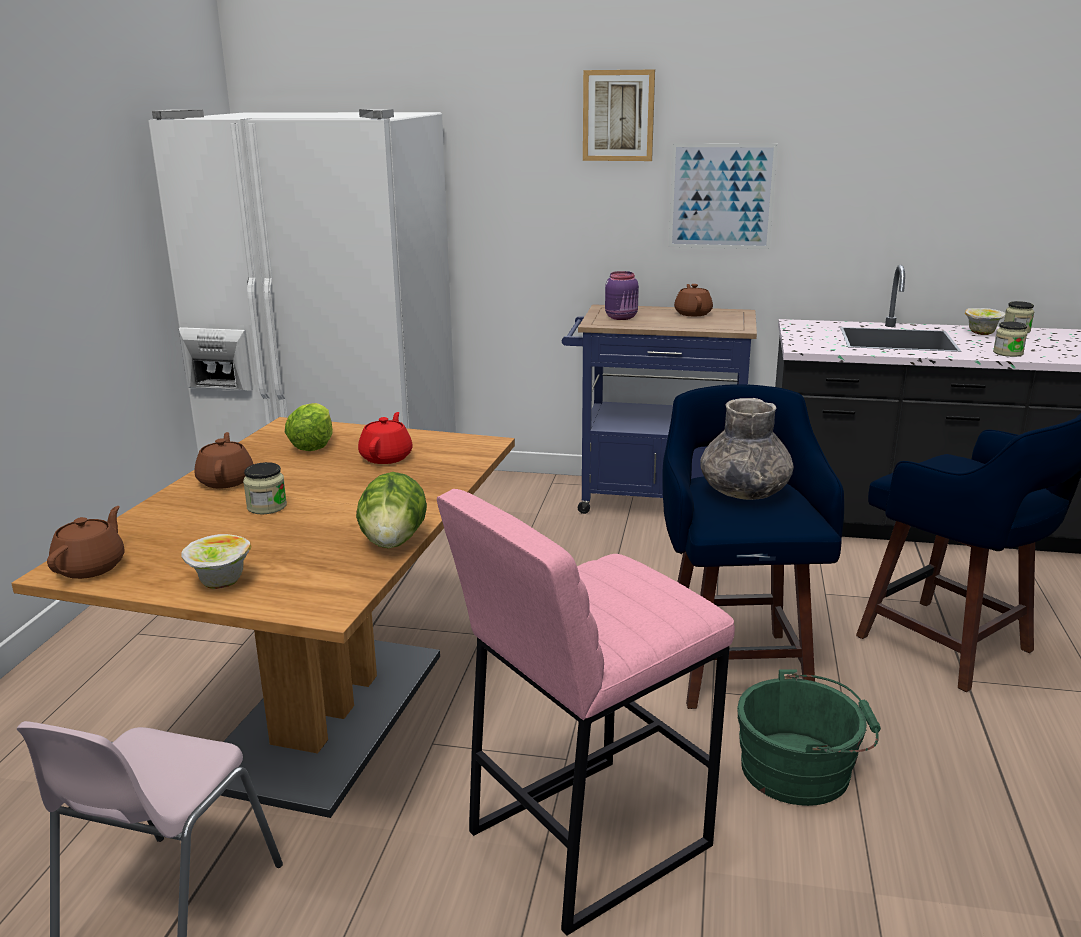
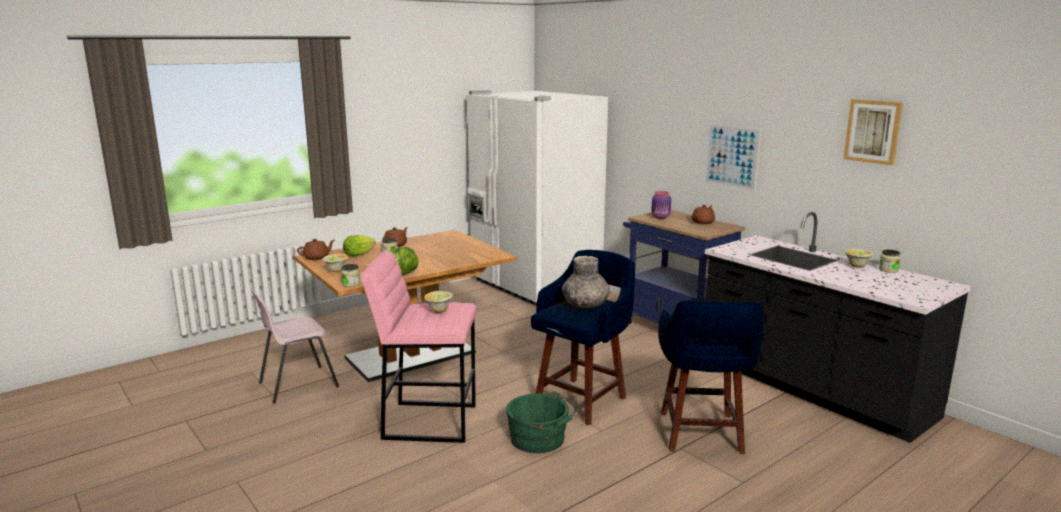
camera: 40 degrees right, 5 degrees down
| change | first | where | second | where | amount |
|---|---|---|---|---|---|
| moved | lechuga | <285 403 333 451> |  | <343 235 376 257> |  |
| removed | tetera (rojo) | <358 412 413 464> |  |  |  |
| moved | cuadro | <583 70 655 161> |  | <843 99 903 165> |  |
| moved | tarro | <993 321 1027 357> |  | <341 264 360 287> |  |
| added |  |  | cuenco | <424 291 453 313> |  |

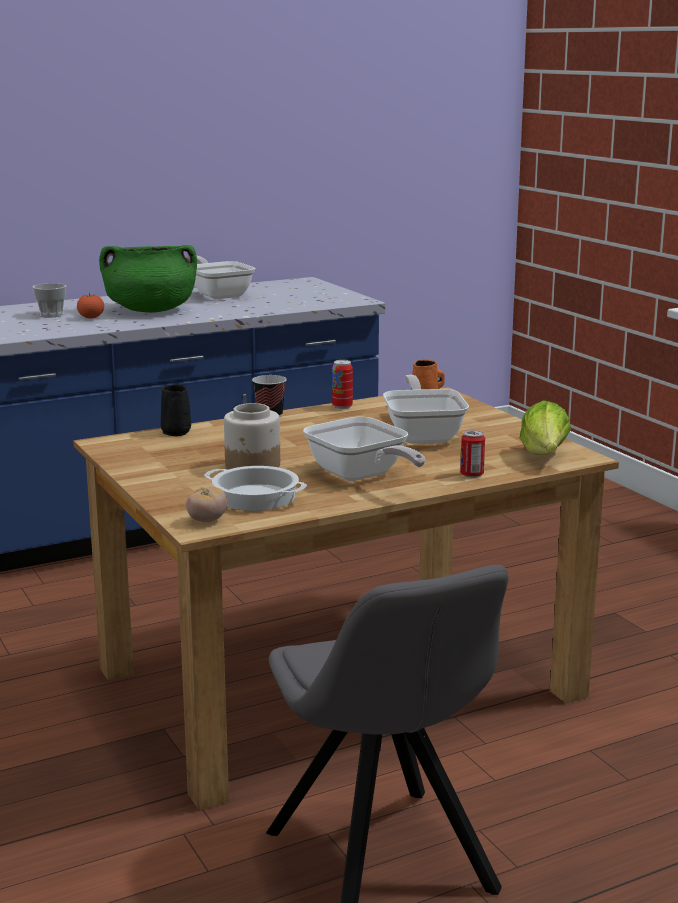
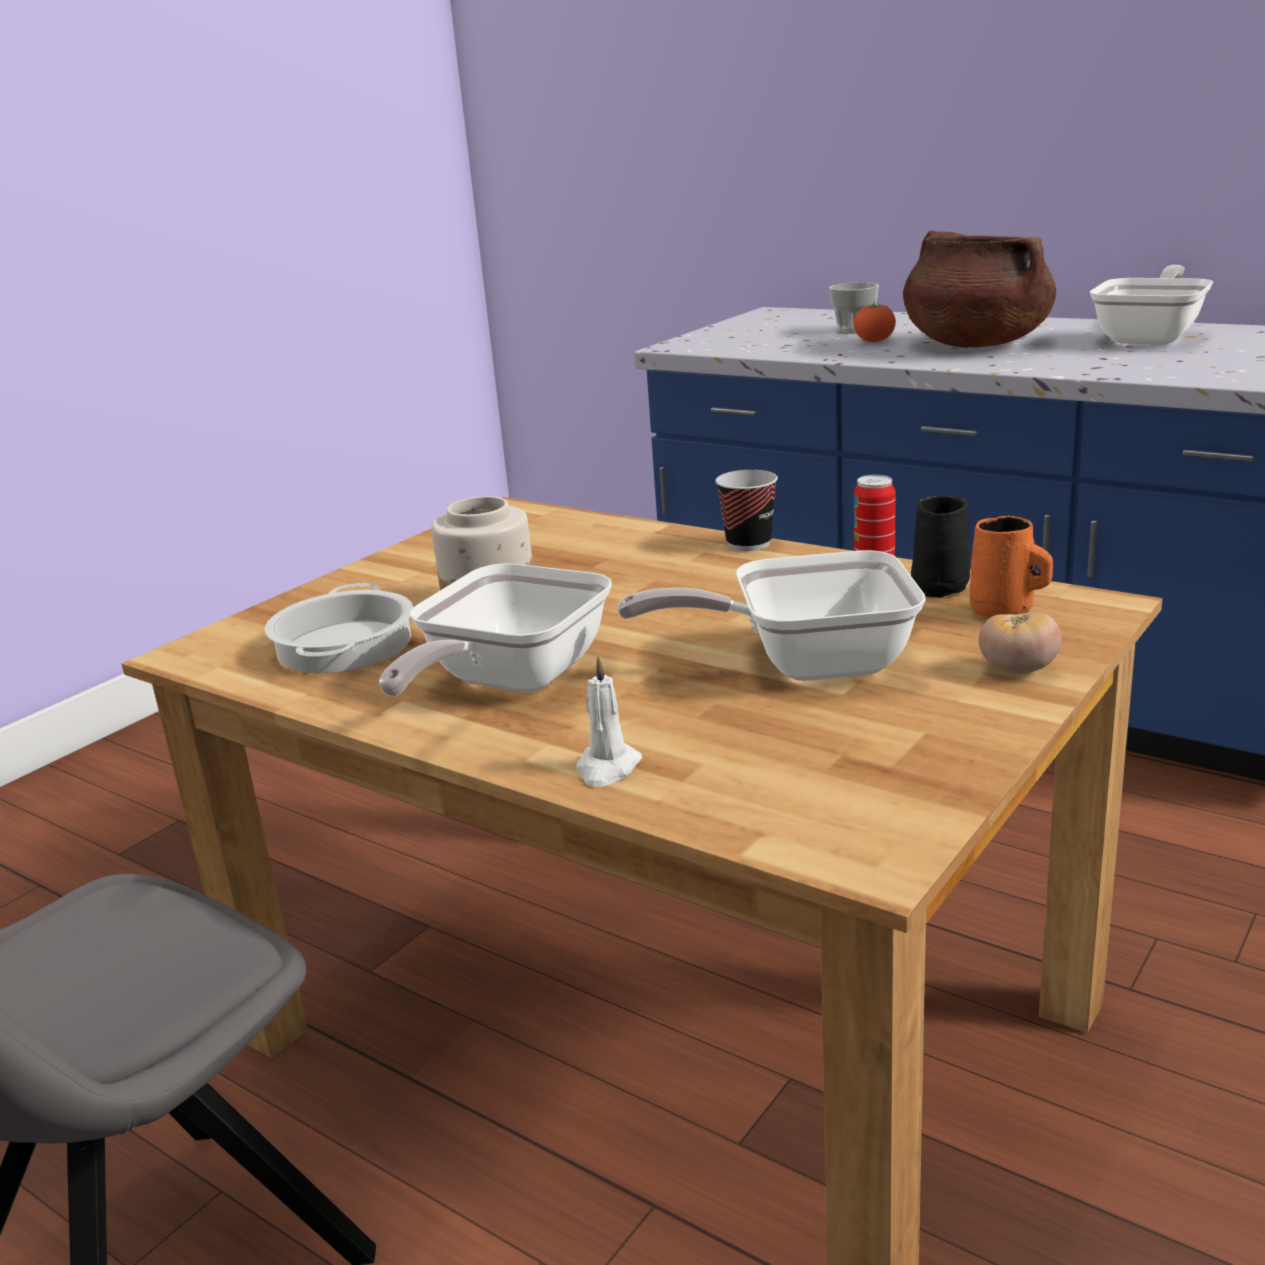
camera: 65 degrees right, 5 degrees up
| change | first | where | second | where | amount |
|---|---|---|---|---|---|
| recoloured | olla (verde) | <99 245 197 313> | olla (marrón) | <903 230 1056 348> |  |
| moved | taza grande (negro) | <161 384 191 436> |  | <911 496 970 598> |  |
| moved | tomate | <186 487 227 522> |  | <978 612 1061 674> |  |
| turned | sartén | <383 375 469 444> |  | <618 550 926 681> | 150 degrees counterclockwise |
| replaced | lata | <460 430 485 478> | vela (blanco) | <576 655 642 787> |  |
| removed | lechuga | <519 400 571 455> |  |  |  |

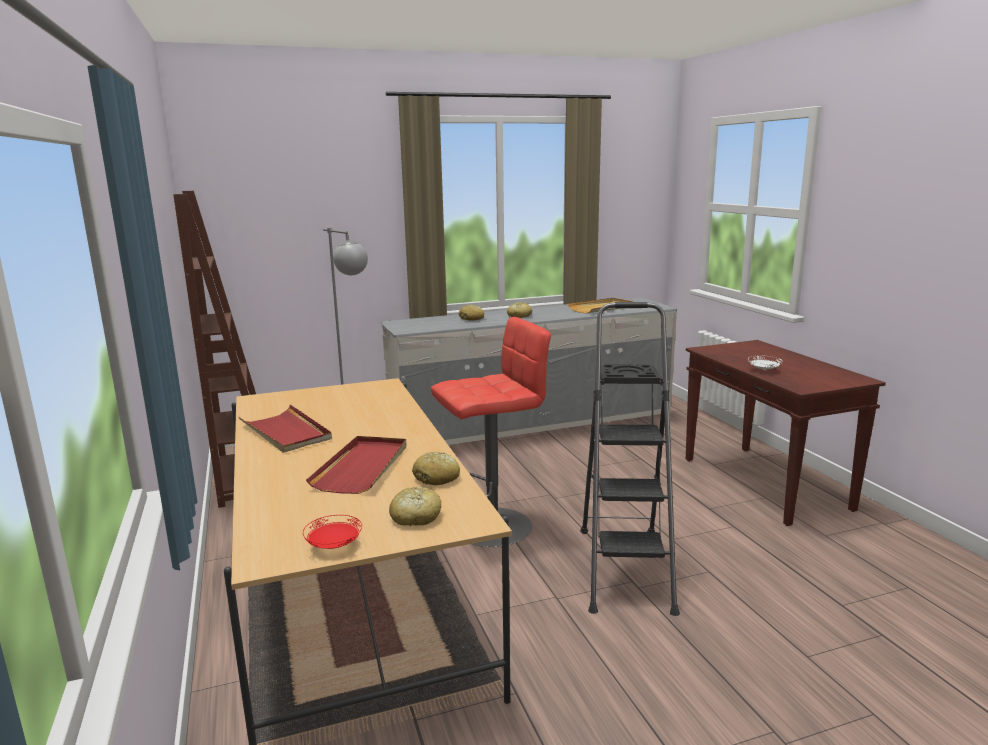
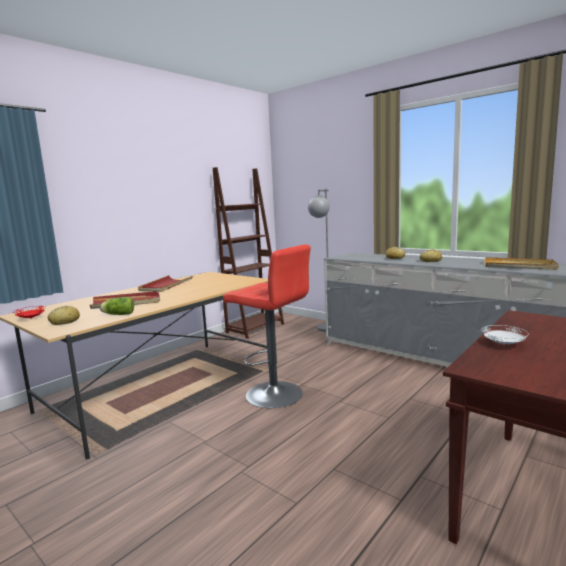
camera: 60 degrees right, 5 degrees down
| change | first | where | second | where | amount |
|---|---|---|---|---|---|
| replaced | pan | <412 452 460 485> | lechuga | <100 297 134 315> |  |
| removed | escalera de tijera | <580 302 680 616> |  |  |  |

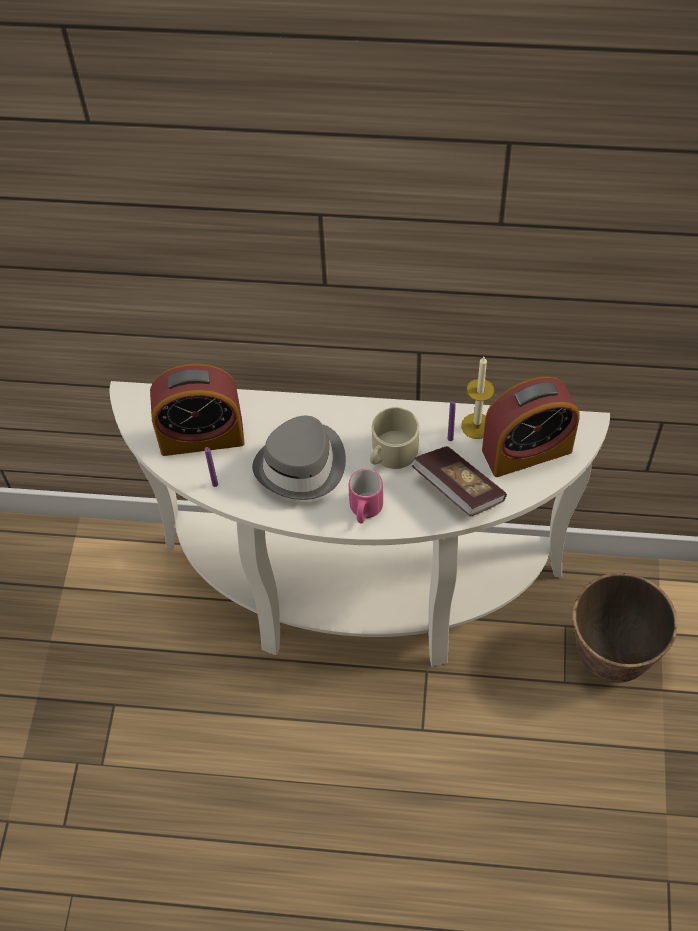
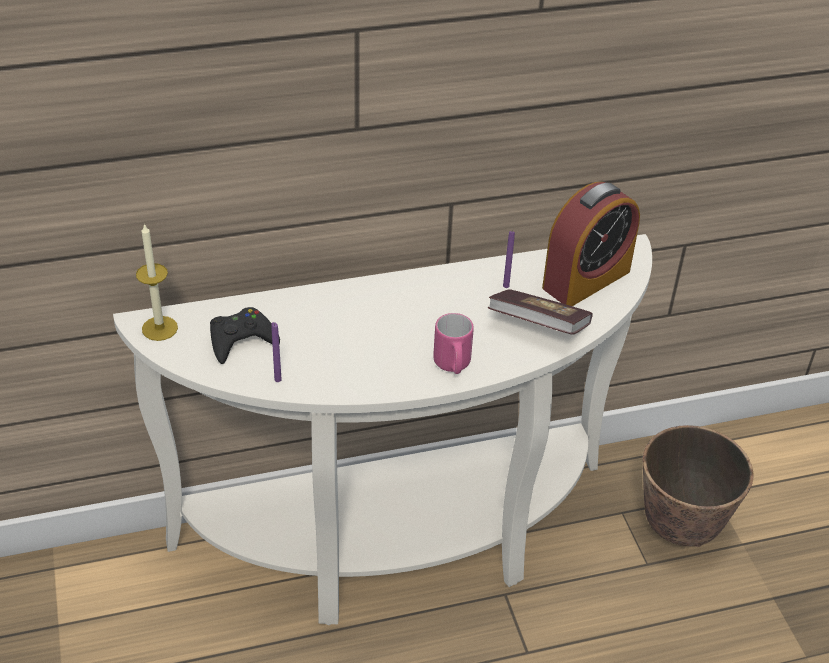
camera: 25 degrees left, 15 degrees down
| change | first | where | second | where | amount |
|---|---|---|---|---|---|
| replaced | despertador | <150 364 244 456> | mando de consola (negro) | <210 307 280 364> |  |
| removed | sombrero (gris) | <252 416 346 500> |  |  |  |
| removed | taza grande (beis) | <370 407 419 469> |  |  |  |
| moved | vela | <461 357 494 439> |  | <136 223 178 341> |  |

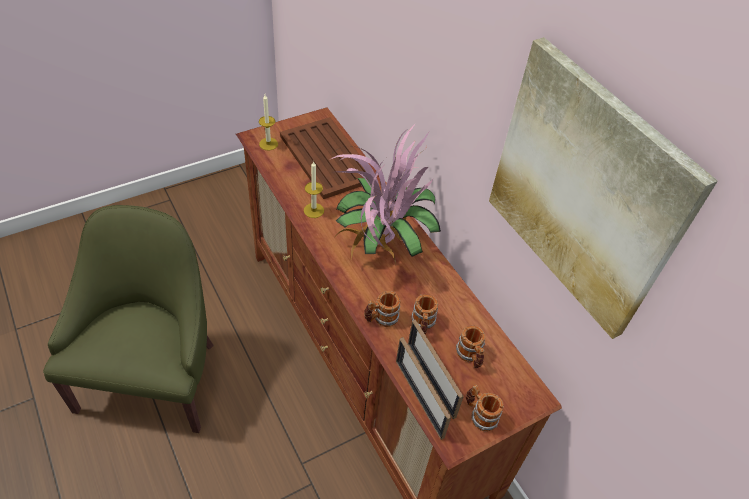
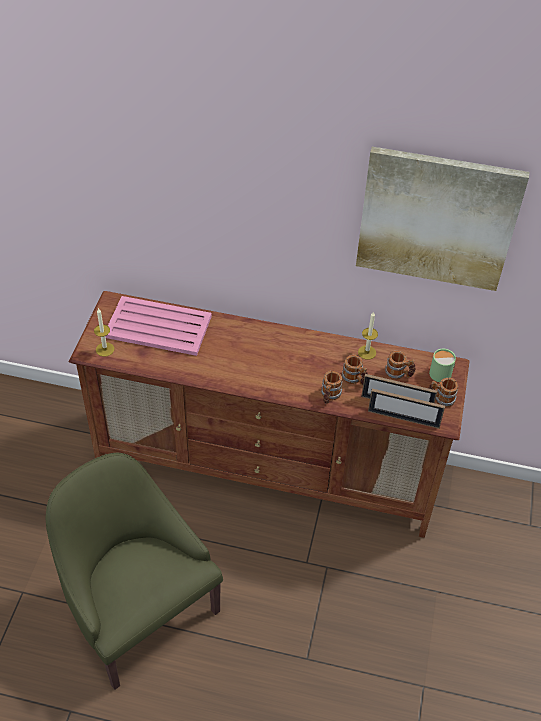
camera: 45 degrees left, 0 degrees up
| change | first | where | second | where | amount |
|---|---|---|---|---|---|
| recoloured | bandeja (marrón) | <280 117 366 199> | bandeja (rosa) | <105 296 212 356> |  |
| moved | vela | <304 161 324 218> |  | <358 311 378 360> |  |
| removed | planta en maceta | <329 122 441 265> |  |  |  |
| added |  |  | taza grande (verde) | <429 349 456 382> |  |

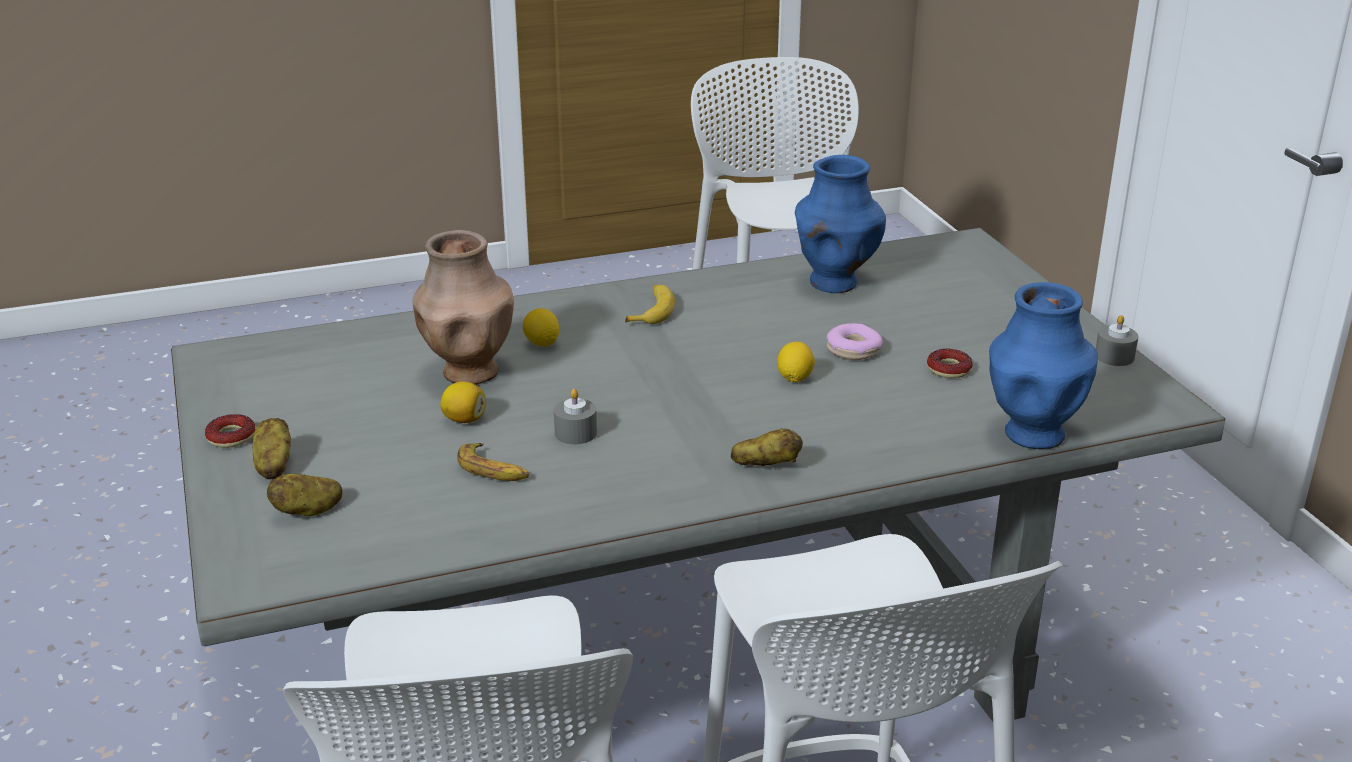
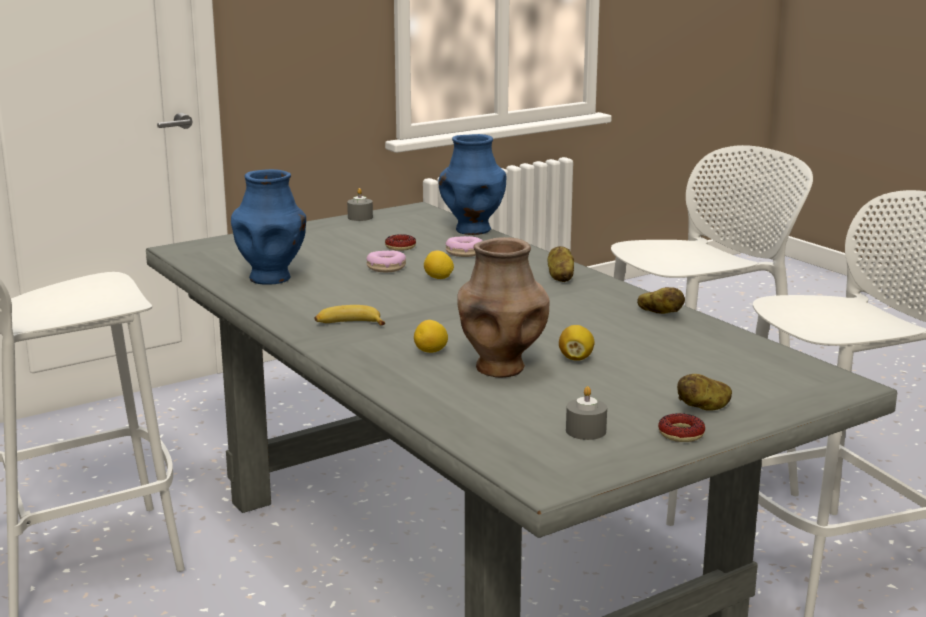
camera: 105 degrees left, 10 degrees down
| change | first | where | second | where | amount |
|---|---|---|---|---|---|
| moved | patata | <267 474 342 516> |  | <637 287 685 314> |  |
| removed | plátano | <457 443 529 481> |  |  |  |
| moved | vela (gris) | <554 389 597 444> |  | <566 386 607 440> |  |
| added |  |  | rosquilla | <446 236 482 257> |  |

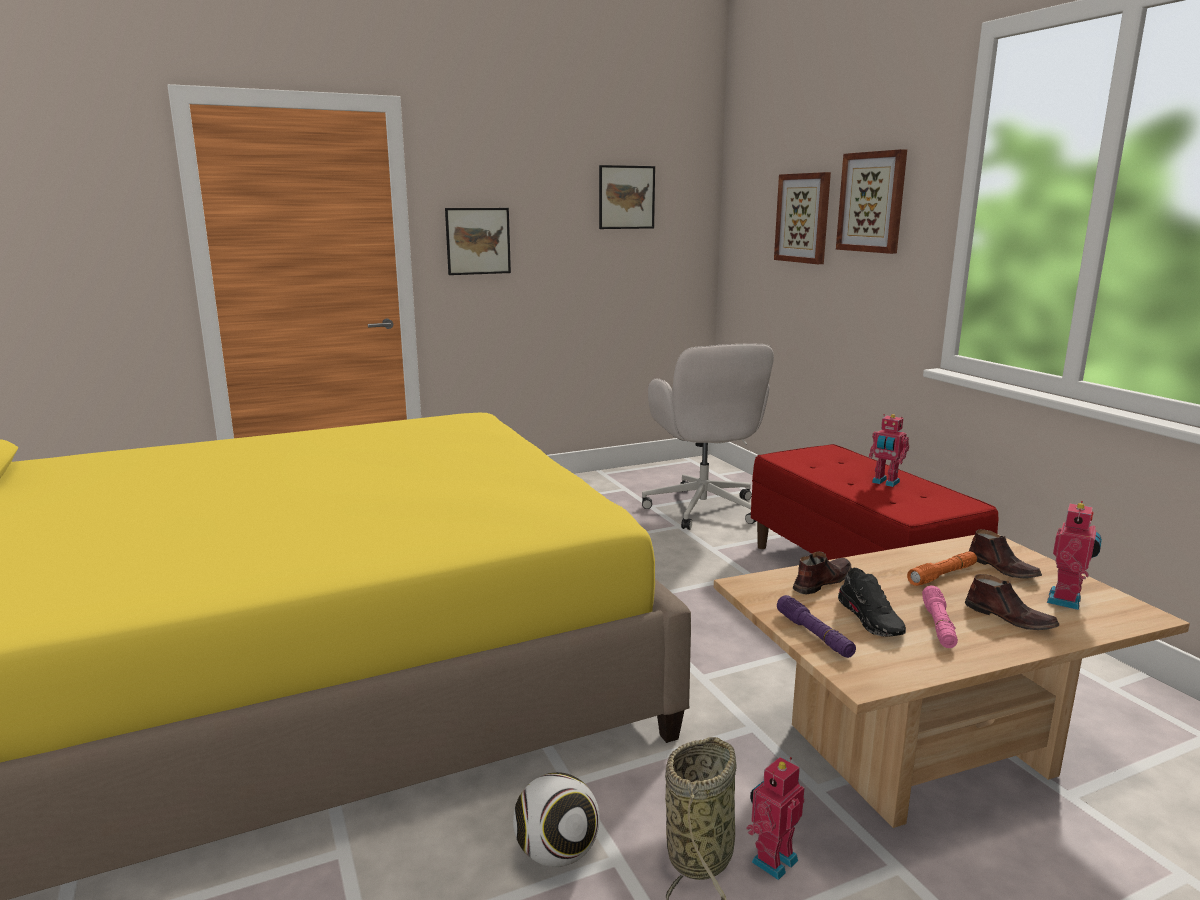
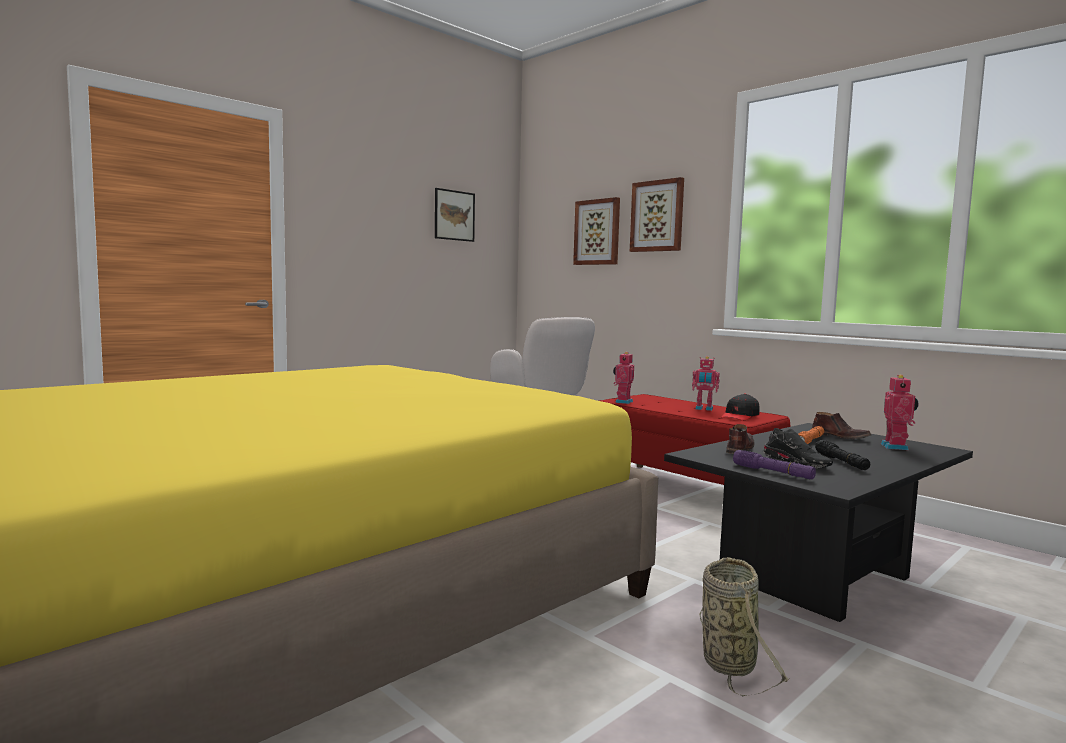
camera: 20 degrees left, 10 degrees down
| change | first | where | second | where | amount |
|---|---|---|---|---|---|
| removed | cuadro | <445 208 511 275> |  |  |  |
| removed | balón de fútbol | <513 772 600 867> |  |  |  |
| recoloured | mesa de centro (beis) | <714 535 1190 828> | mesa de centro (negro) | <664 423 973 622> |  |
| moved | robot de juguete | <746 757 804 880> |  | <613 352 634 404> |  |
| recoloured | linterna (rosa) | <922 585 958 648> | linterna (negro) | <815 440 870 470> |  |
| removed | zapato (marrón) | <965 574 1059 630> |  |  |  |
| added |  |  | gorra (negro) | <721 393 760 421> |  |

